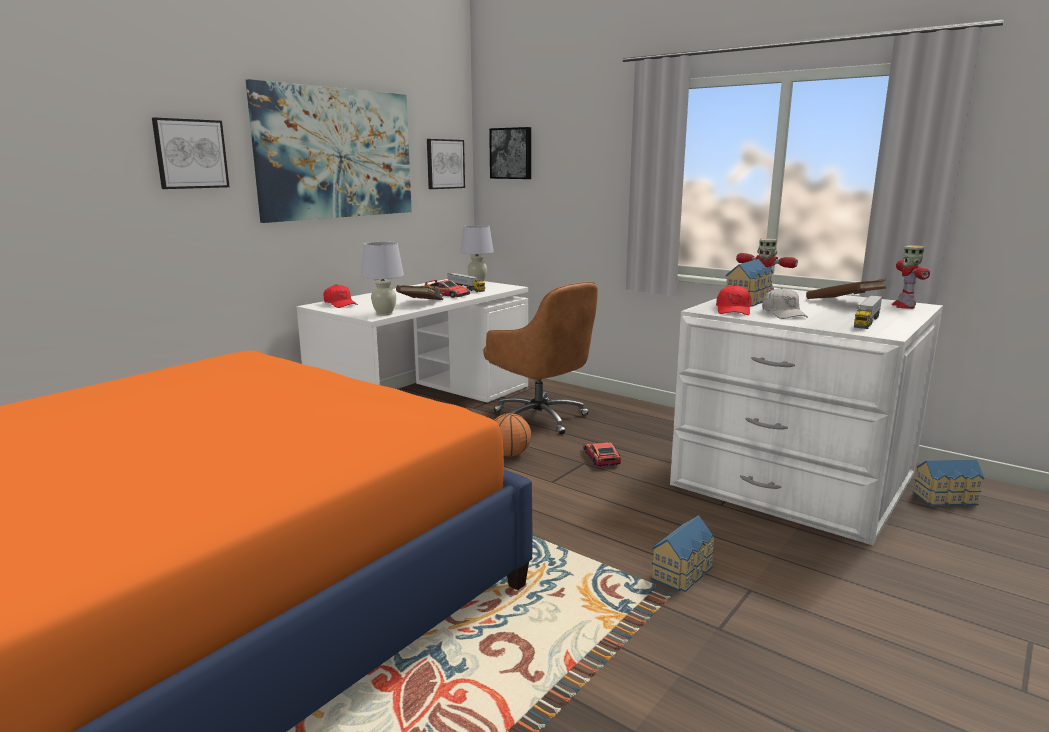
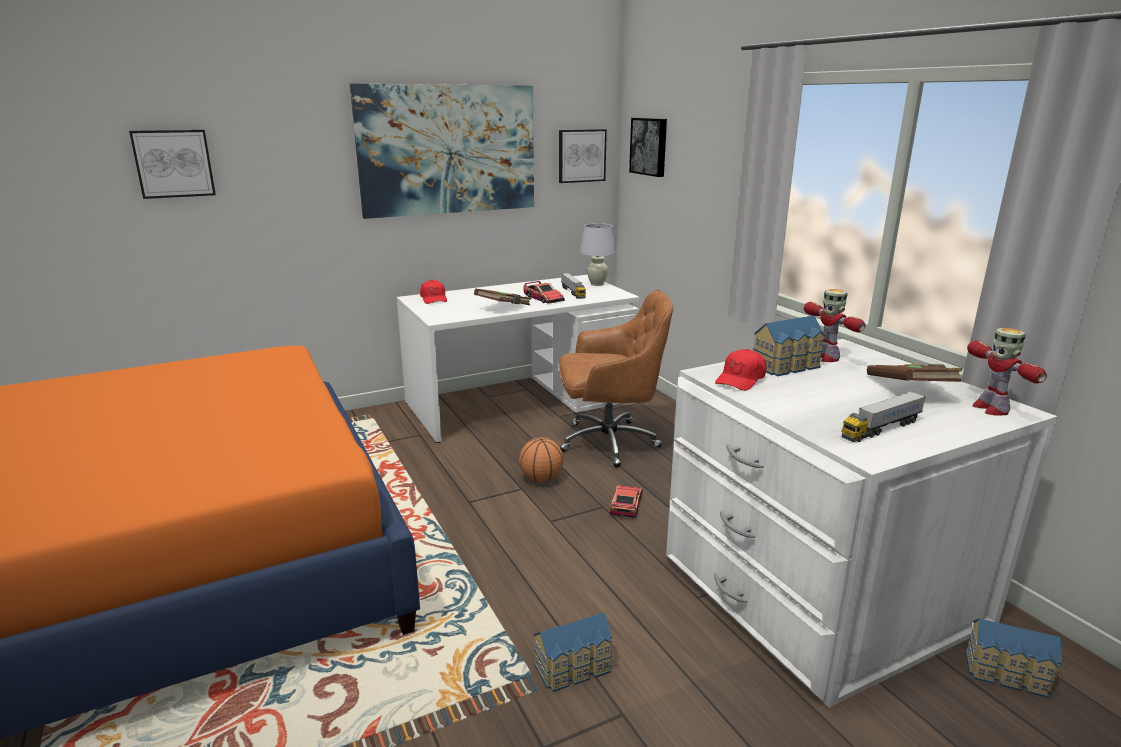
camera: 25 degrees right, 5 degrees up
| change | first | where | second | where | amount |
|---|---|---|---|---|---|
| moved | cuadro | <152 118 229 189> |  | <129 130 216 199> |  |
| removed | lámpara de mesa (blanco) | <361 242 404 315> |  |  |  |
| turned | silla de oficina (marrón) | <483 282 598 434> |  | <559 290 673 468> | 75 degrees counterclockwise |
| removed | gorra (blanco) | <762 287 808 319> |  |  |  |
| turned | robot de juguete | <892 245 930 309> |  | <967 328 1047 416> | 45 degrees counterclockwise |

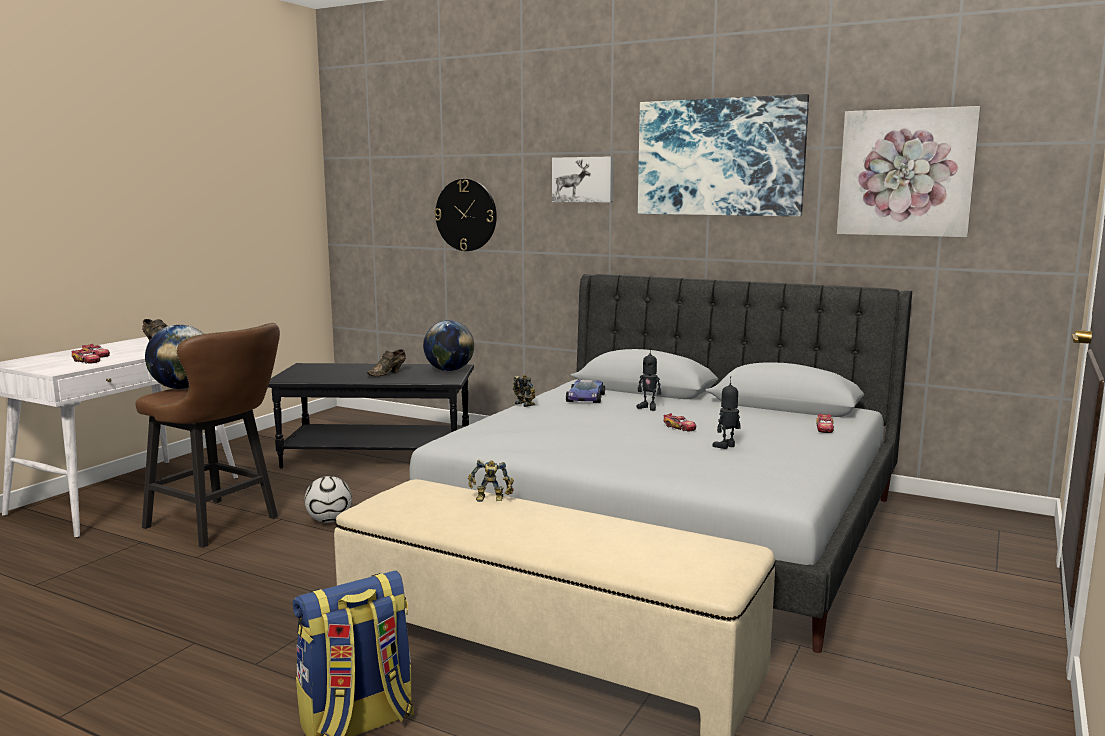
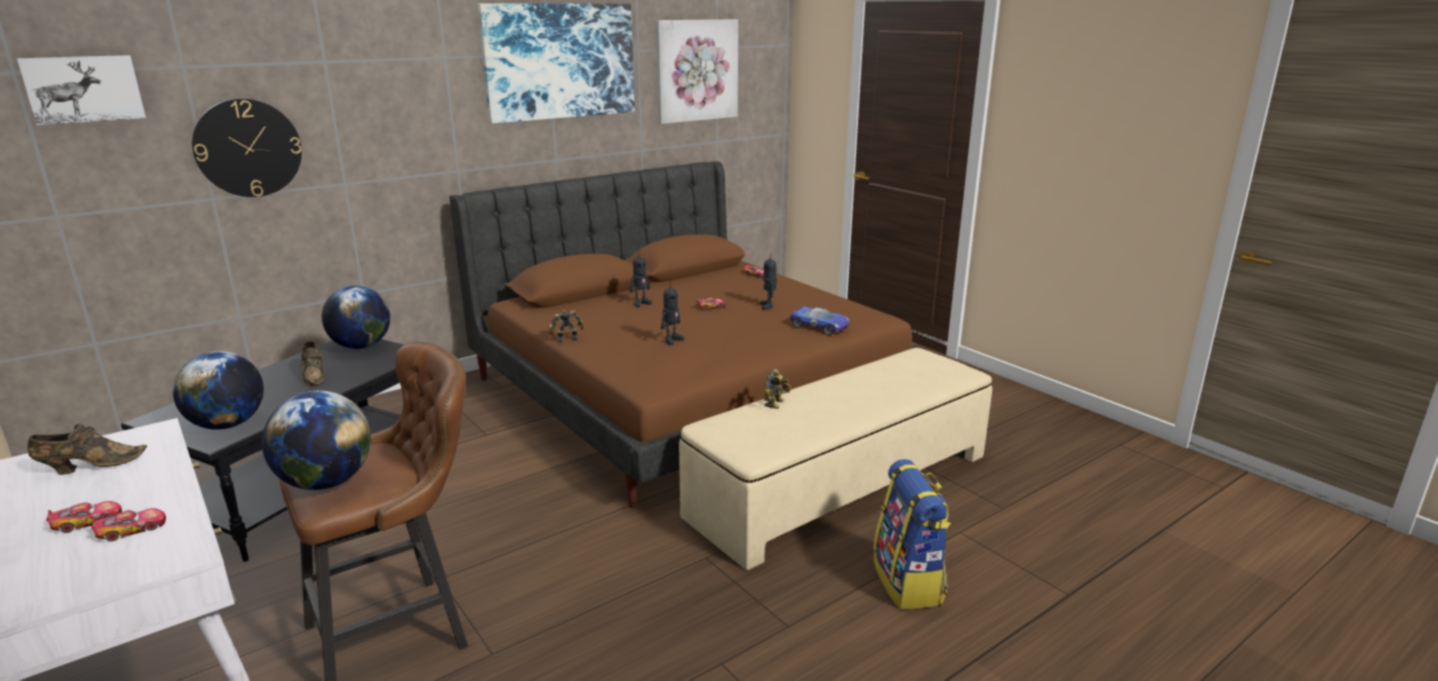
camera: 65 degrees left, 10 degrees up
| change | first | where | second | where | amount |
|---|---|---|---|---|---|
| removed | balón de fútbol | <304 476 352 523> |  |  |  |
| recoloured | cama (gris) | <401 274 912 653> | cama (marrón) | <449 161 916 508> |  |
| moved | cuadro | <552 157 613 203> |  | <17 55 146 125> |  |
| moved | coche de juguete | <566 379 605 403> |  | <790 306 850 335> |  |
| added |  |  | globo terráqueo | <173 351 264 430> |  |
| added |  |  | robot de juguete | <661 280 684 345> |  |

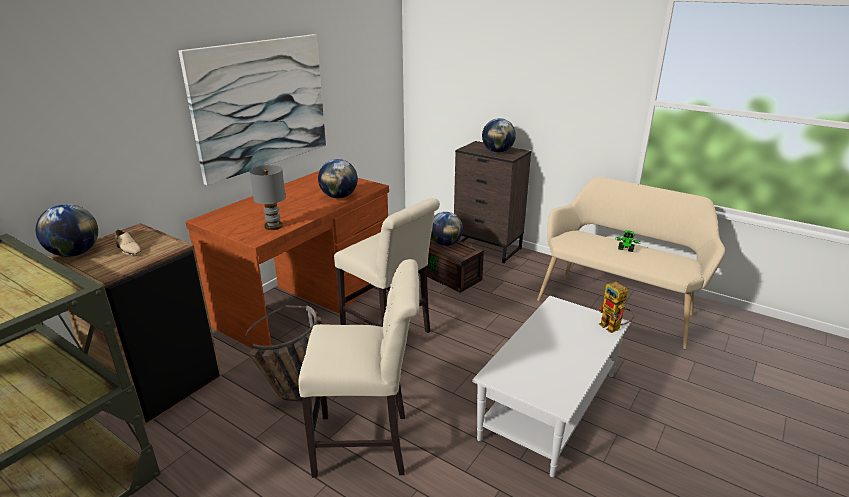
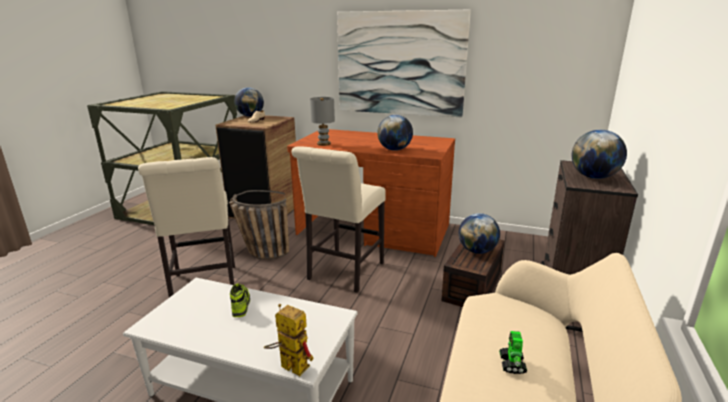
camera: 75 degrees right, 5 degrees down
| change | first | where | second | where | amount |
|---|---|---|---|---|---|
| turned | robot de juguete | <598 281 635 333> |  | <264 304 314 376> | 75 degrees clockwise |
| added |  |  | zapato | <230 284 250 317> |  |

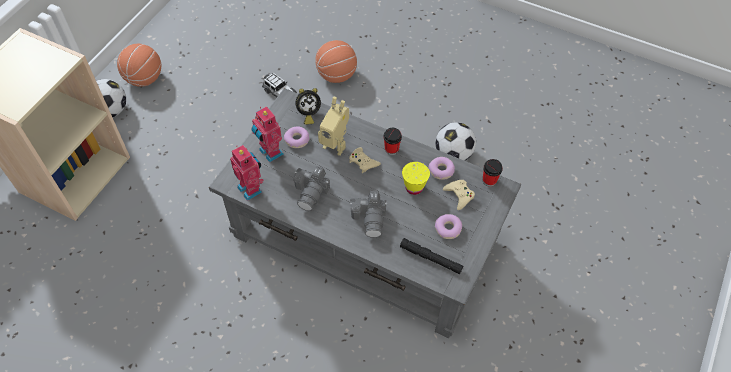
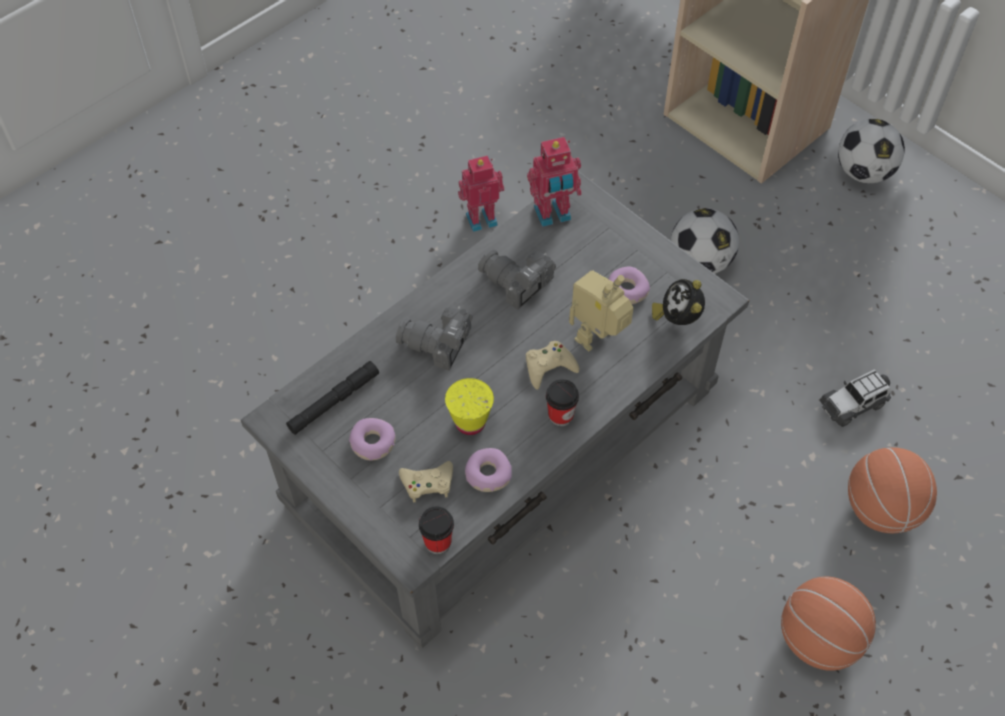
camera: 110 degrees right, 0 degrees up
| change | first | where | second | where | amount |
|---|---|---|---|---|---|
| moved | balón de baloncesto | <117 44 161 87> |  | <781 577 876 671> |  |
| moved | robot de juguete | <252 106 284 162> |  | <458 156 504 232> |  |
| moved | balón de fútbol | <435 122 476 161> |  | <671 208 739 274> |  |

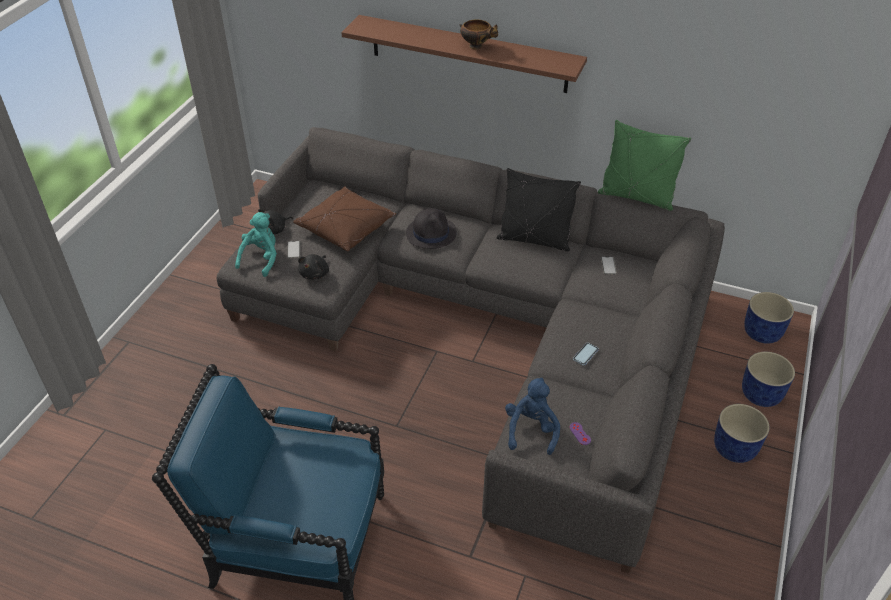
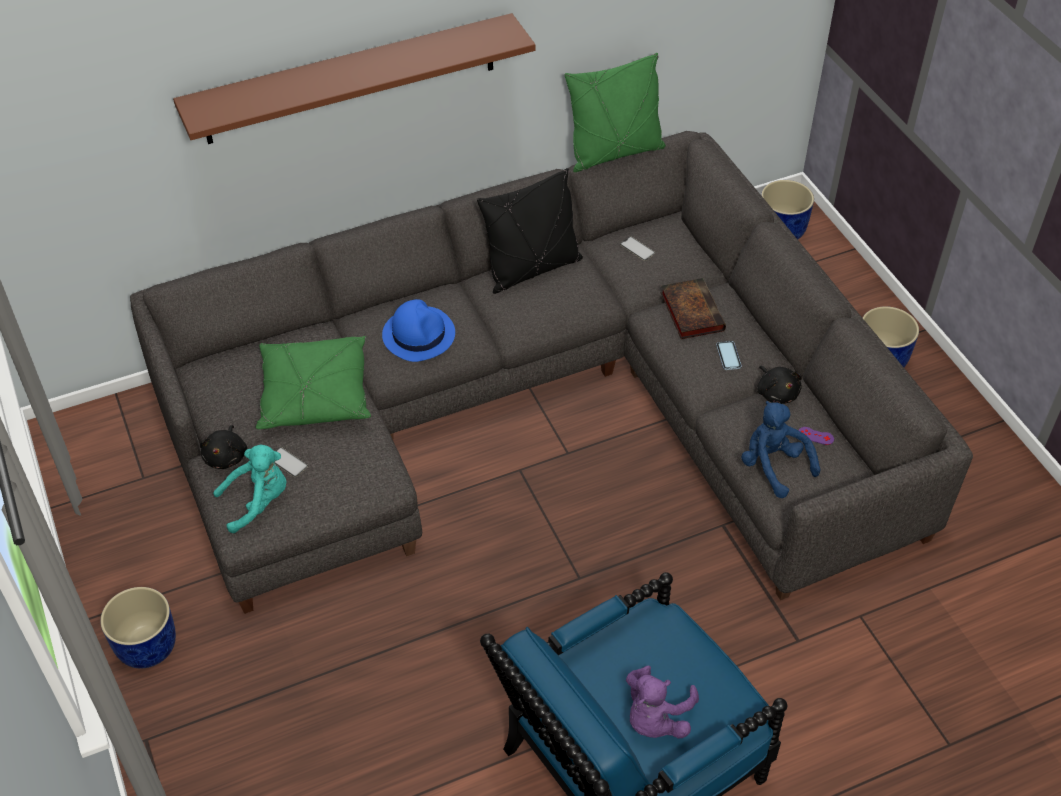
camera: 45 degrees left, 5 degrees up
| change | first | where | second | where | amount |
|---|---|---|---|---|---|
| turned | peluche (turquesa) | <235 212 277 277> |  | <213 445 286 533> | 90 degrees clockwise |
| recoloured | cojín (marrón) | <293 186 396 251> | cojín (verde) | <256 336 371 429> |  |
| moved | peluche (negro) | <298 254 329 280> |  | <757 365 802 404> |  |
| recoloured | sombrero (negro) | <406 208 457 249> | sombrero (azul) | <382 299 455 362> |  |
| removed | cuenco | <460 19 498 49> |  |  |  |
| moved | maceta (azul) | <742 352 795 407> |  | <100 587 176 669> |  |
| added |  |  | peluche (morado) | <626 665 699 738> |  |
| added |  |  | libro | <661 278 726 339> |  |

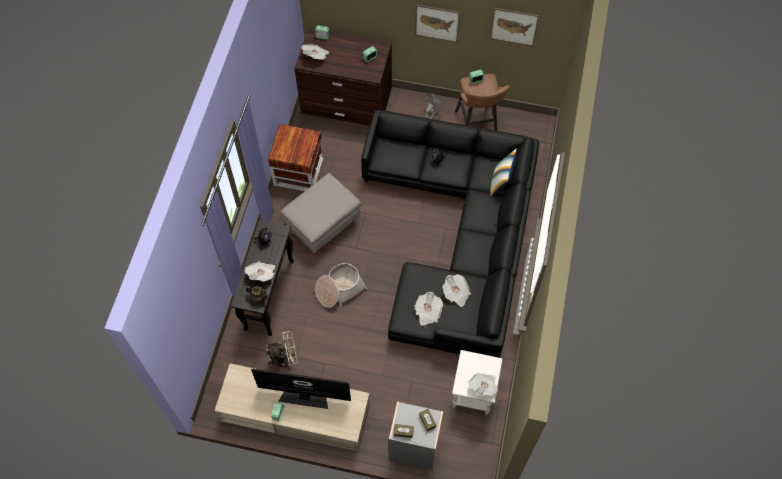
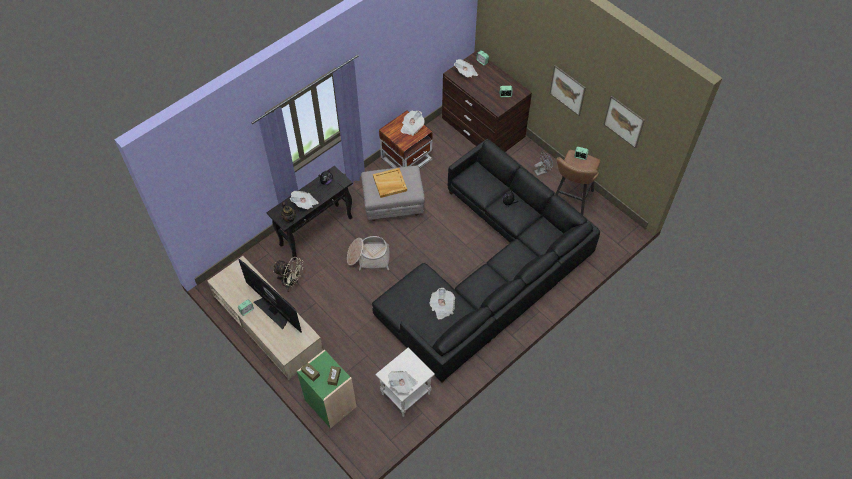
camera: 35 degrees right, 5 degrees down
| change | first | where | second | where | amount |
|---|---|---|---|---|---|
| recoloured | estantería (gris) | <389 402 443 470> | estantería (verde) | <297 349 357 429> |  |
| moved | periódico | <414 292 443 325> |  | <401 111 425 136> |  |
| removed | cojín | <490 148 517 197> |  |  |  |
| added |  |  | bandeja (beis) | <373 168 407 198> |  |

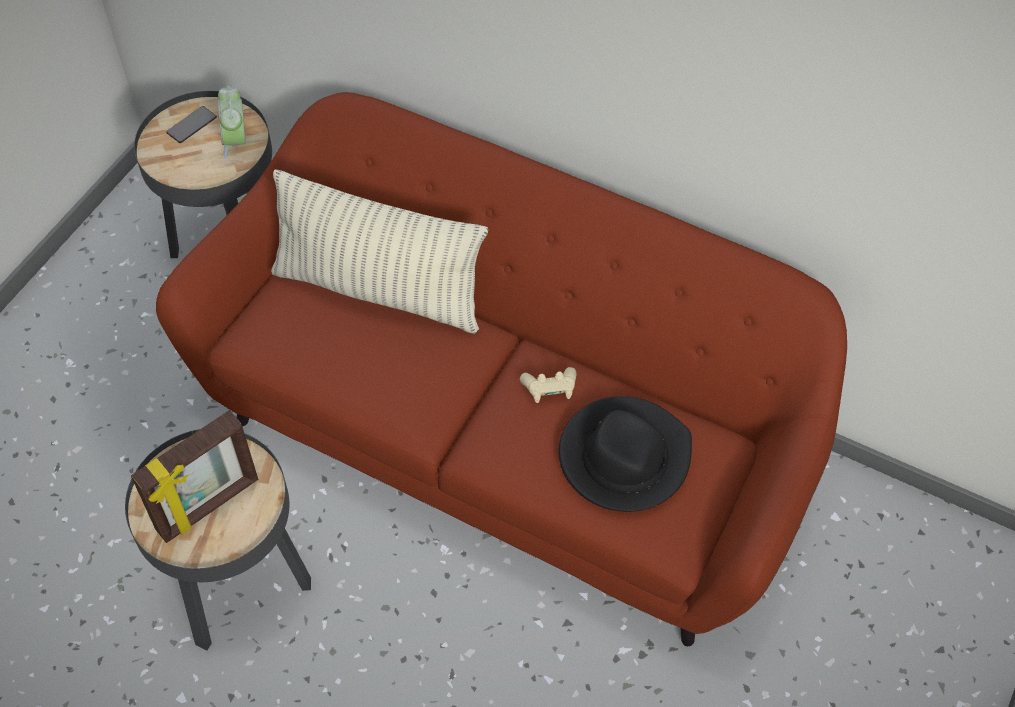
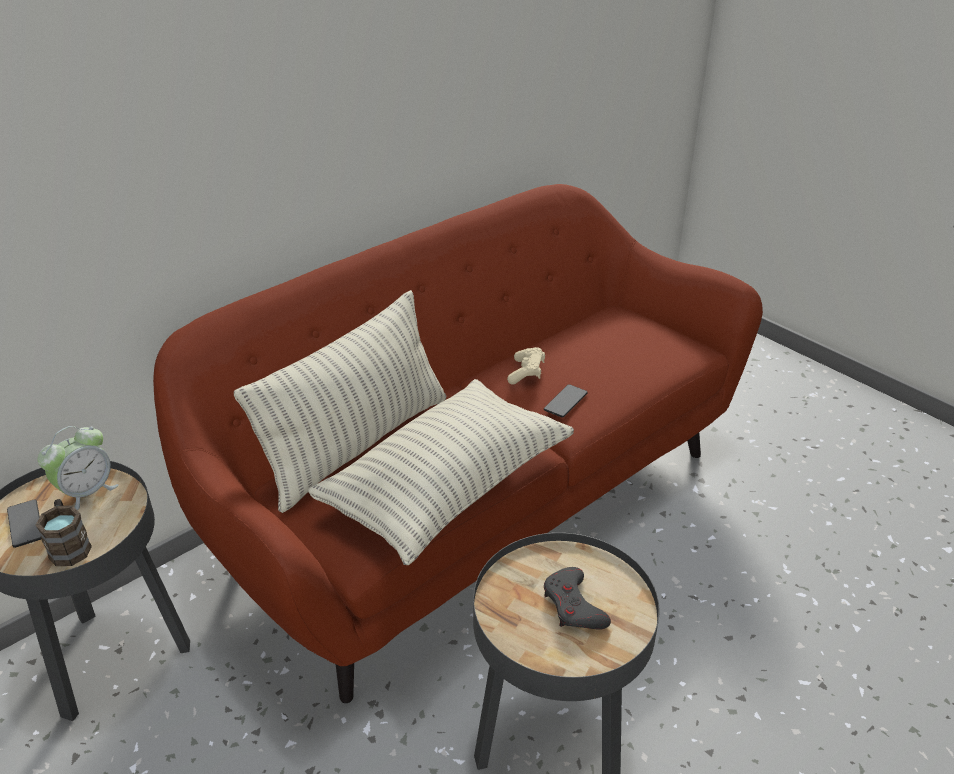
camera: 70 degrees left, 20 degrees down
| change | first | where | second | where | amount |
|---|---|---|---|---|---|
| replaced | portarretratos | <131 410 258 543> | mando de consola (gris) | <544 567 611 630> |  |
| turned | despertador | <218 86 245 159> |  | <38 426 119 510> | 60 degrees counterclockwise |
| removed | sombrero (negro) | <559 396 692 512> |  |  |  |
| added |  |  | taza grande (marrón) | <36 499 92 566> |  |
| added |  |  | cojín | <307 379 574 565> |  |
| added |  |  | móvil | <544 384 588 418> |  |

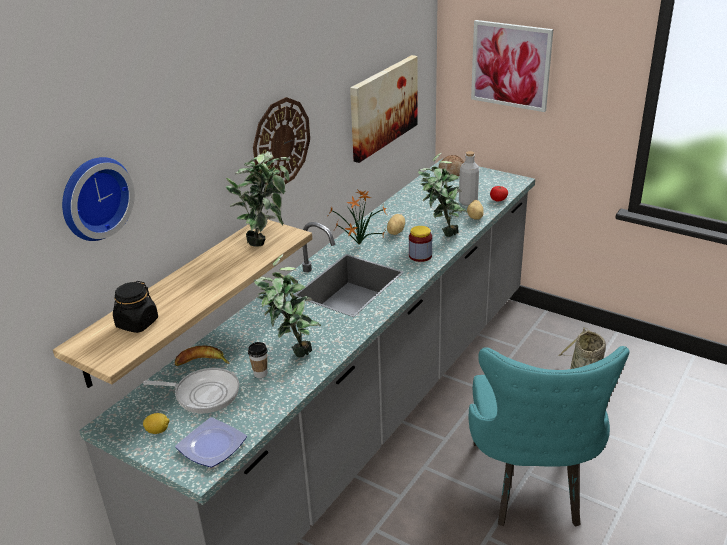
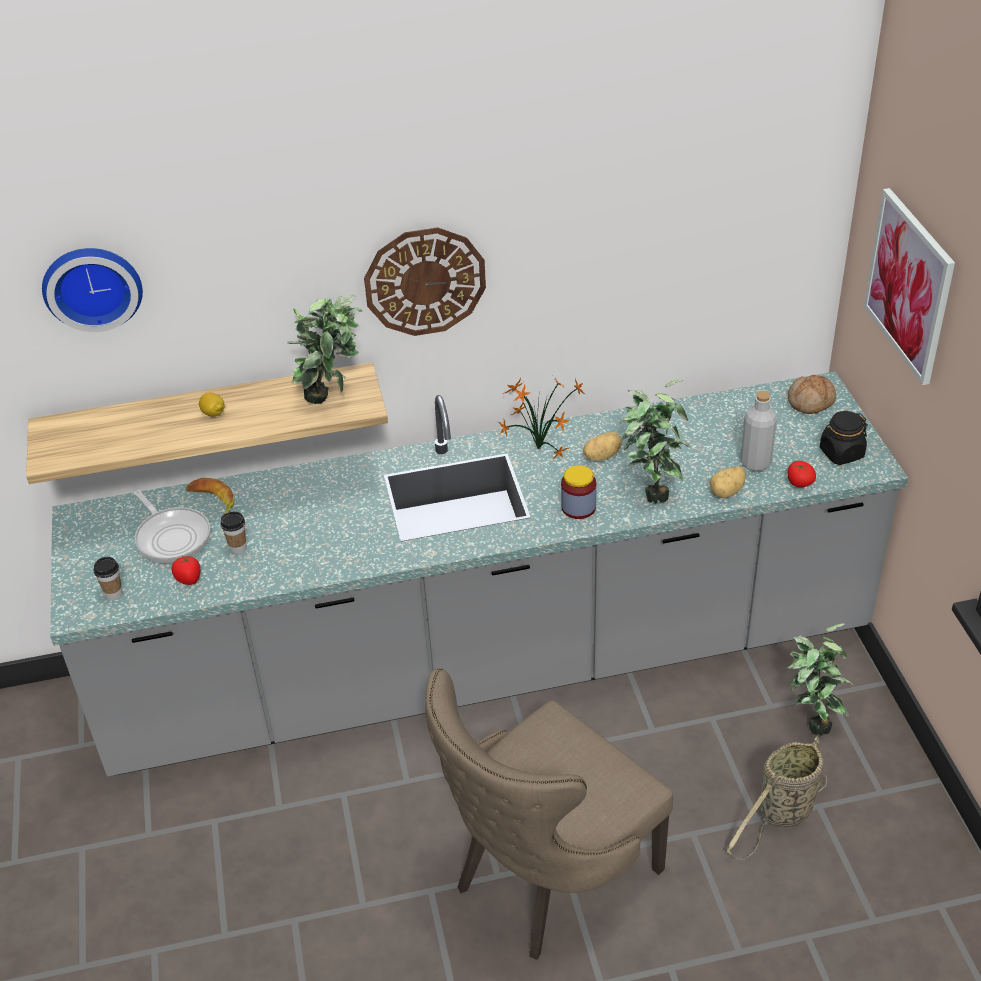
camera: 45 degrees right, 10 degrees up
| change | first | where | second | where | amount |
|---|---|---|---|---|---|
| moved | tarro (negro) | <113 281 158 333> |  | <820 411 868 465> |  |
| moved | limón | <143 413 170 434> |  | <199 393 225 417> |  |
| replaced | plato | <175 417 247 467> | taza | <94 557 123 601> |  |
| moved | planta en maceta | <254 254 321 358> |  | <788 623 854 736> |  |
| removed | cuadro | <350 55 418 163> |  |  |  |
| recoloured | silla (turquesa) | <469 346 629 527> | silla (beis) | <425 668 673 960> |  |
| added |  |  | tomate | <172 555 201 585> |  |

